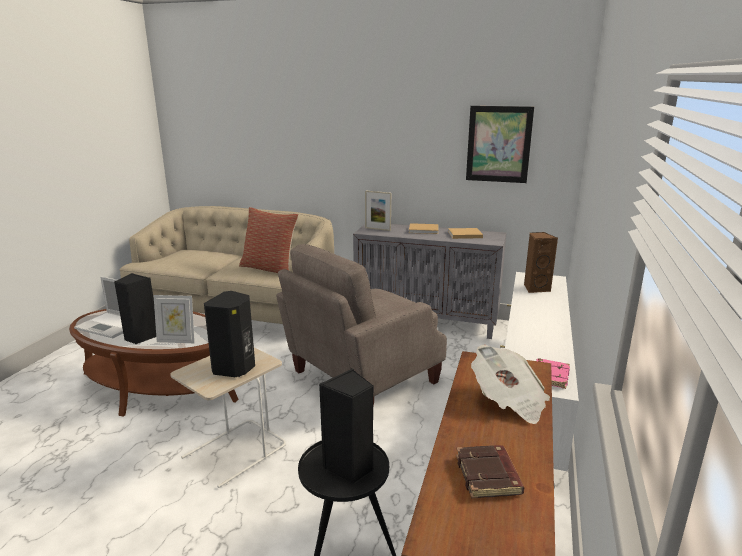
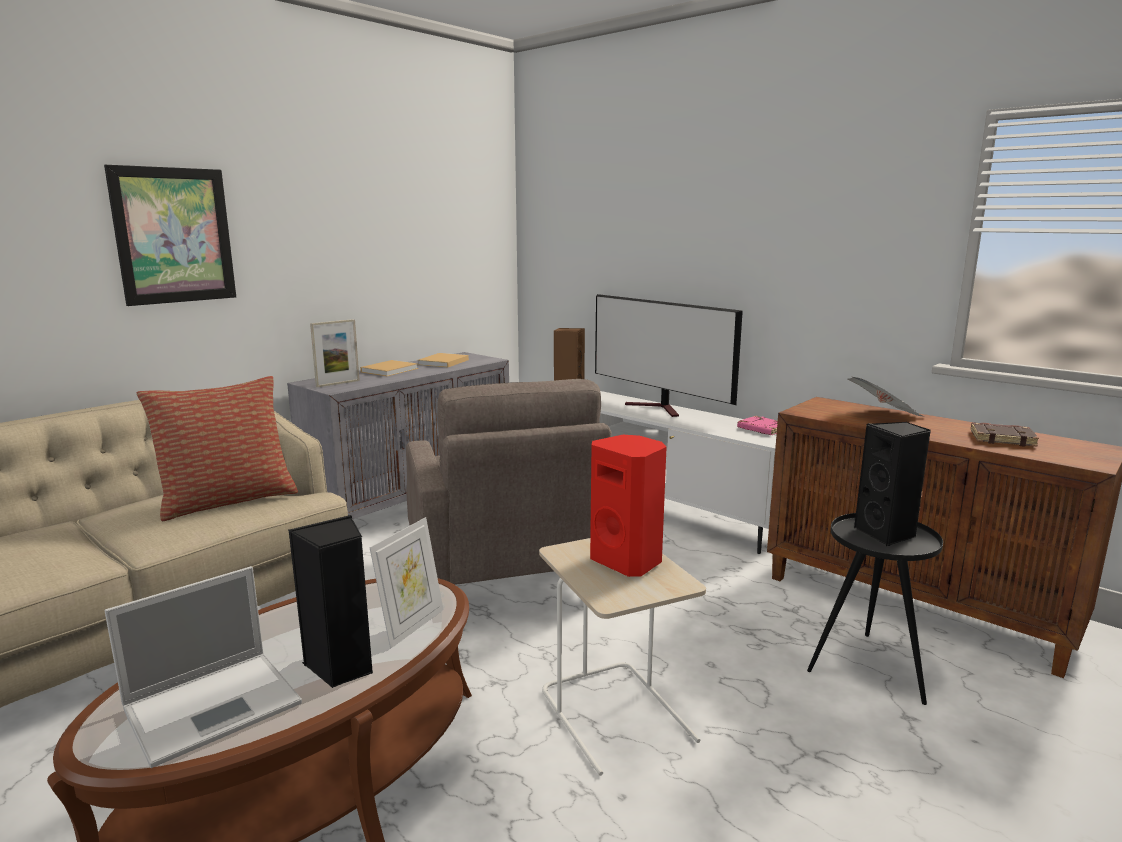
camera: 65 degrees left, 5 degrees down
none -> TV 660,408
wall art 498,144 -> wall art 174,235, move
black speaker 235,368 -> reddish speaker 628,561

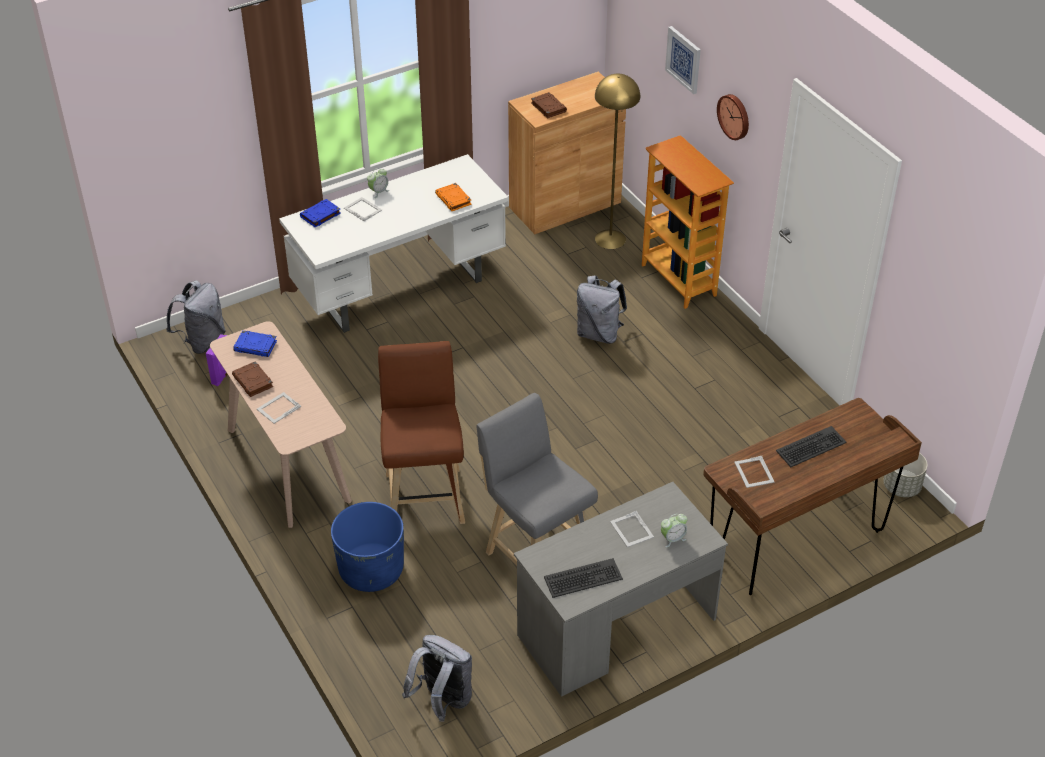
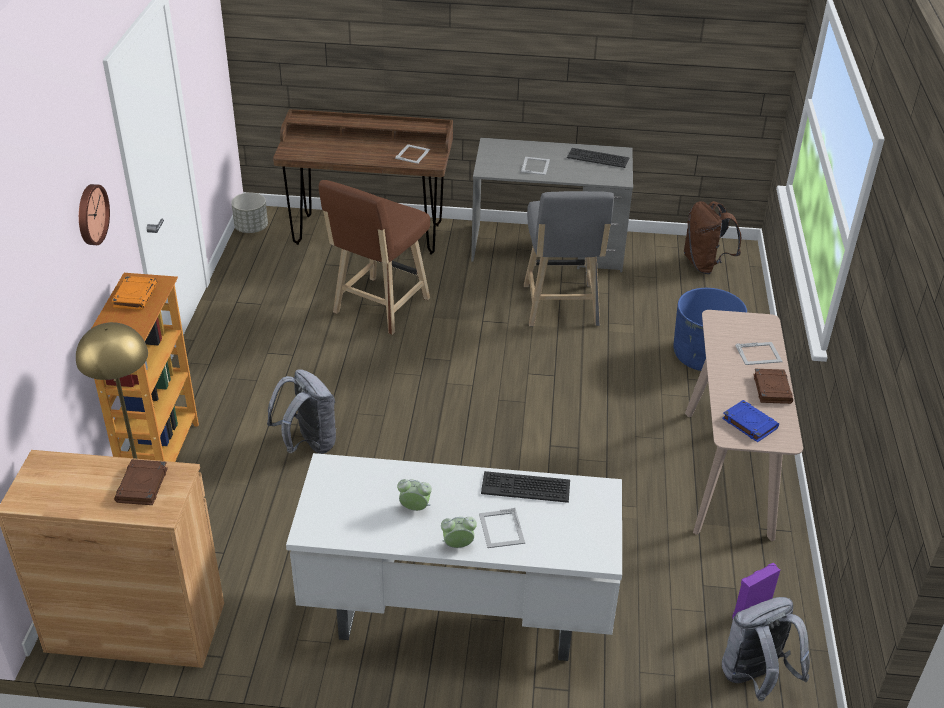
camera: 145 degrees left, 5 degrees down
blue-coloured book 320,215 -> none
wall art 684,59 -> none
brown stool 425,494 -> brown stool 378,308, move
orange-coloured book 453,199 -> orange-coloured book 135,295, move
bedside clock 672,539 -> bedside clock 414,508, move
computer keyboard 811,447 -> computer keyboard 525,487, move
gray backpack 442,701 -> brown backpack 705,264

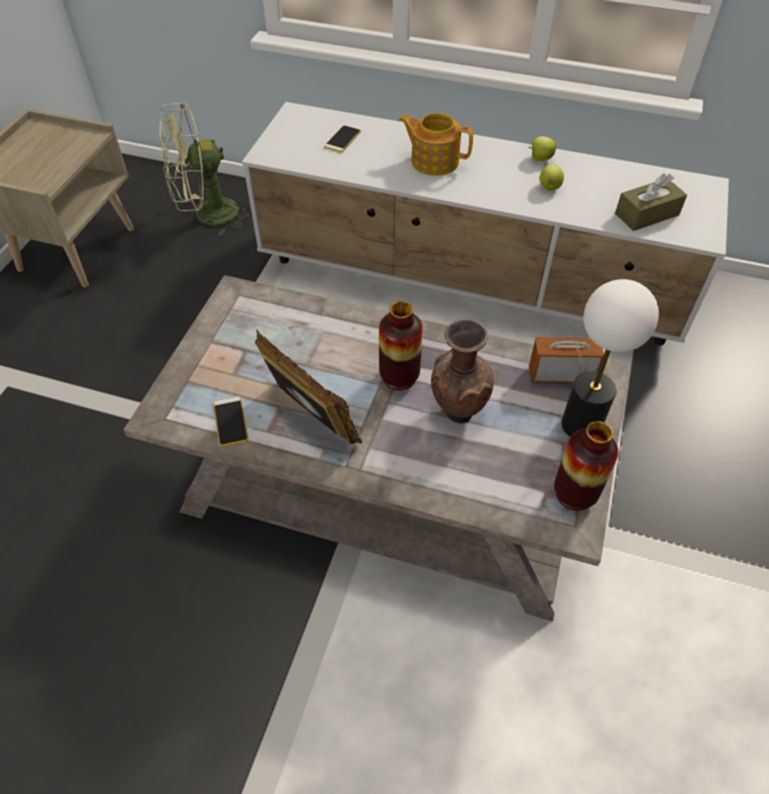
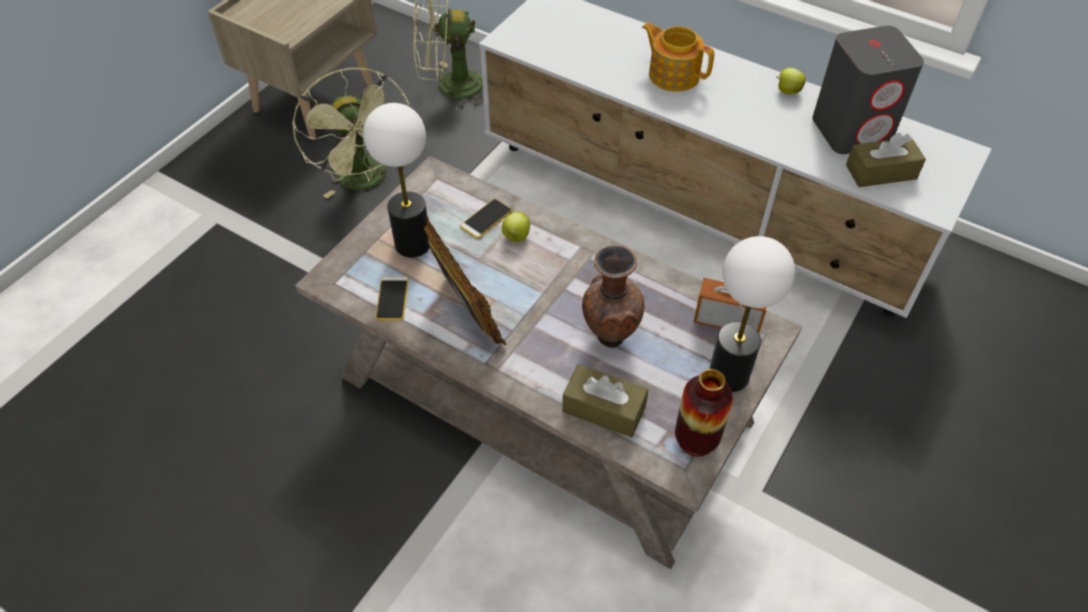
camera: 15 degrees right, 0 degrees up
vase 399,377 -> none
none -> green cooling fan 367,181
none -> lamp for a table 412,243
none -> brown tissue holder 604,409
none -> gray speaker 852,130
handset 342,139 -> handset 486,219, move
apple 549,188 -> apple 516,237, move

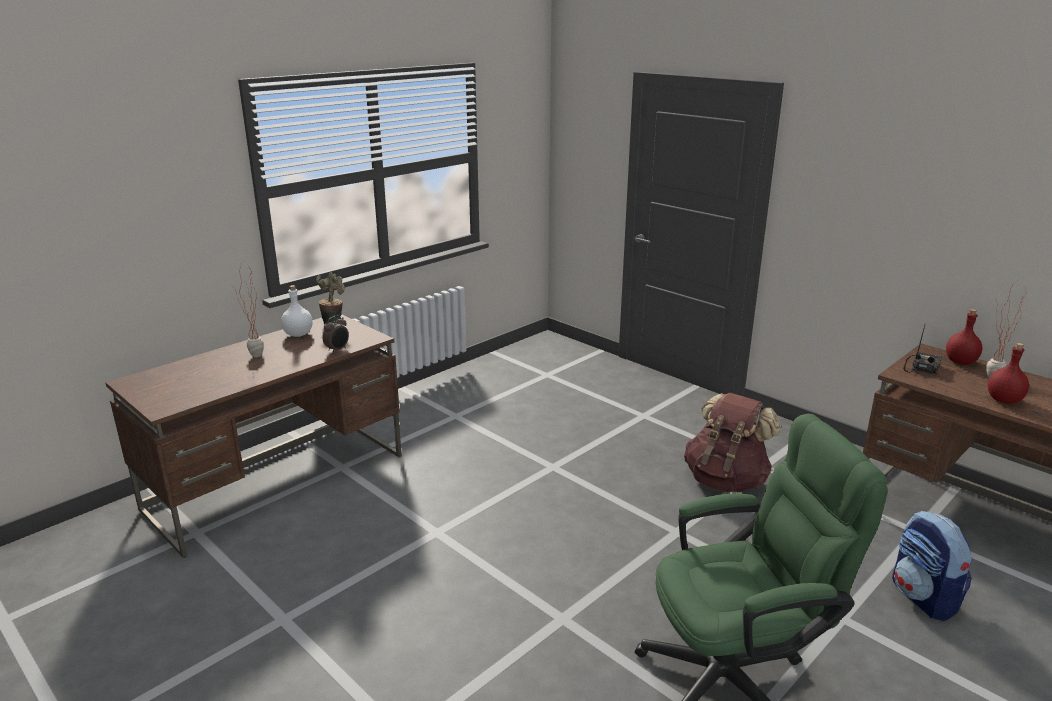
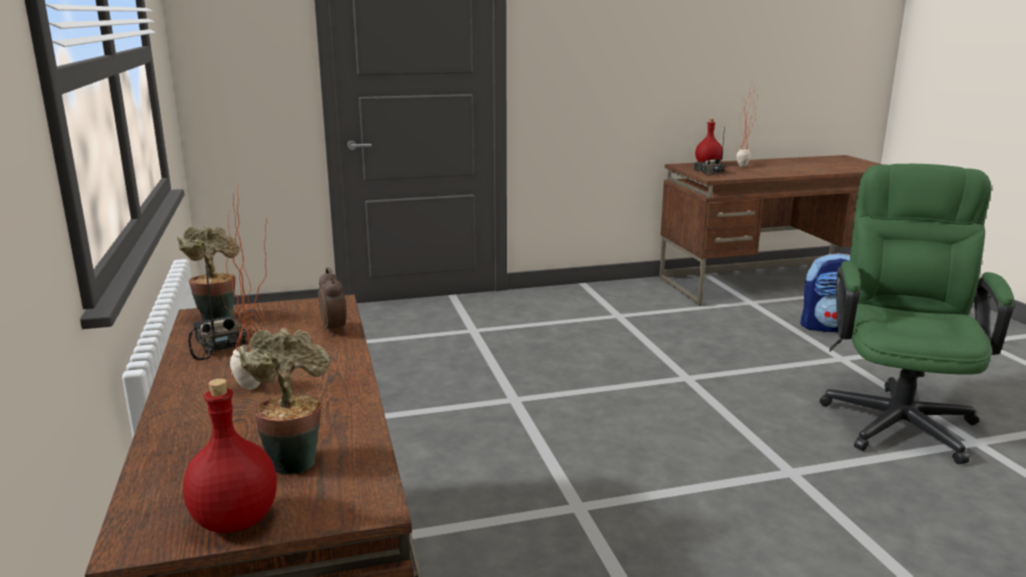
camera: 60 degrees left, 5 degrees down
brown backpack 726,480 -> none
none -> plant in a pot 293,460
reddish beverage bottle 1004,400 -> reddish beverage bottle 237,520, move
whitish beverage bottle 299,334 -> radio 216,345

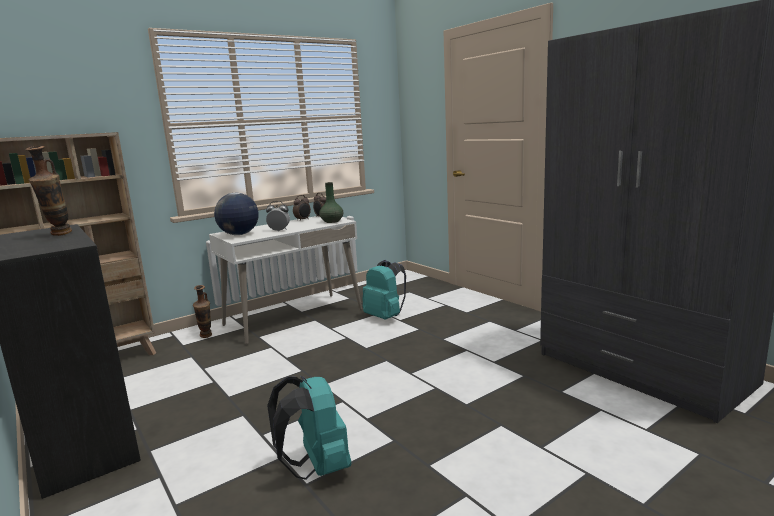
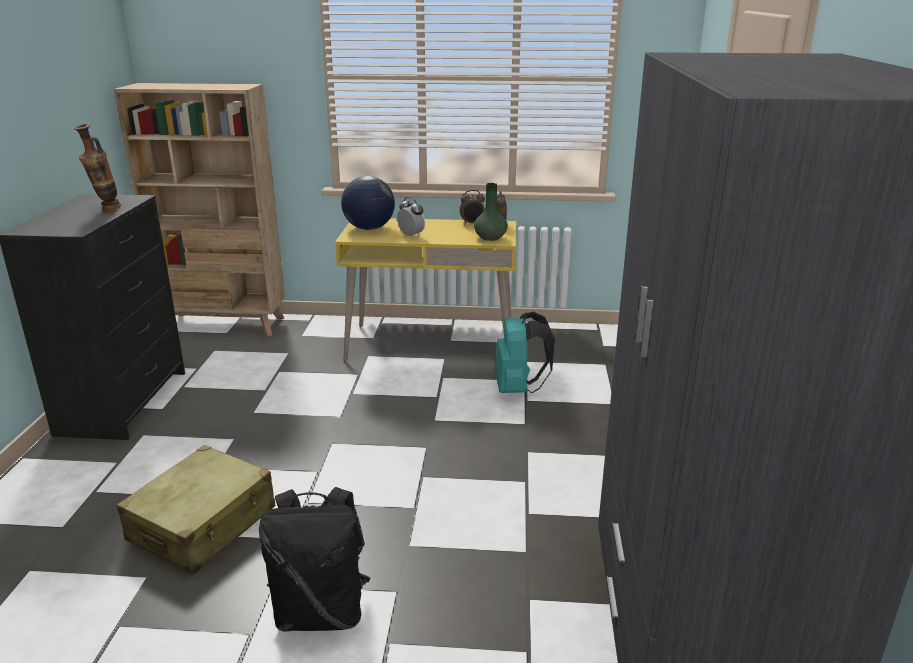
camera: 40 degrees right, 10 degrees up
vase 206,337 -> none
none -> black backpack 321,612
turquoise backpack 317,467 -> beige-coloured travel case 203,524
whitish desk unit 293,317 -> yellow desk unit 431,345

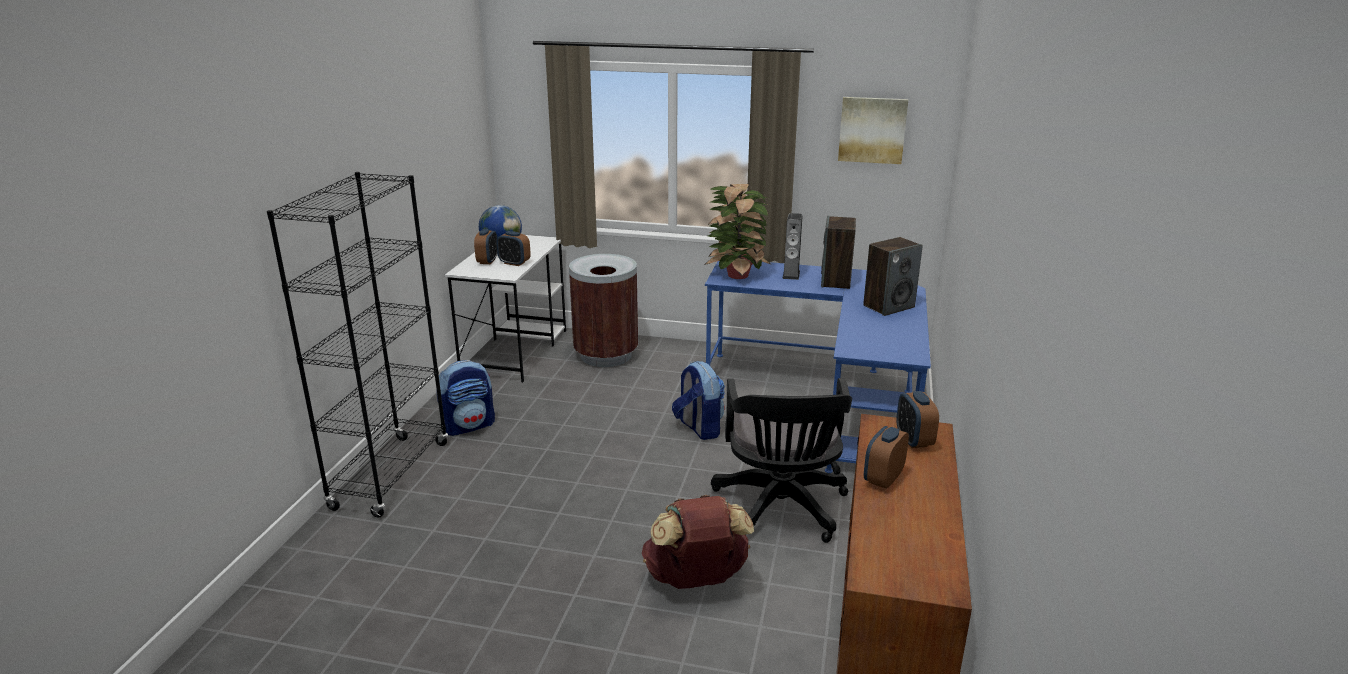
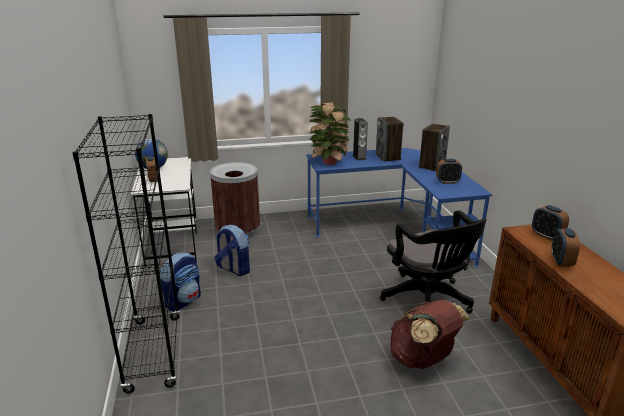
camera: 25 degrees left, 0 degrees up
wall art 872,130 -> none
bedside clock 514,263 -> bedside clock 447,182, move
backpack 699,428 -> backpack 233,269, move

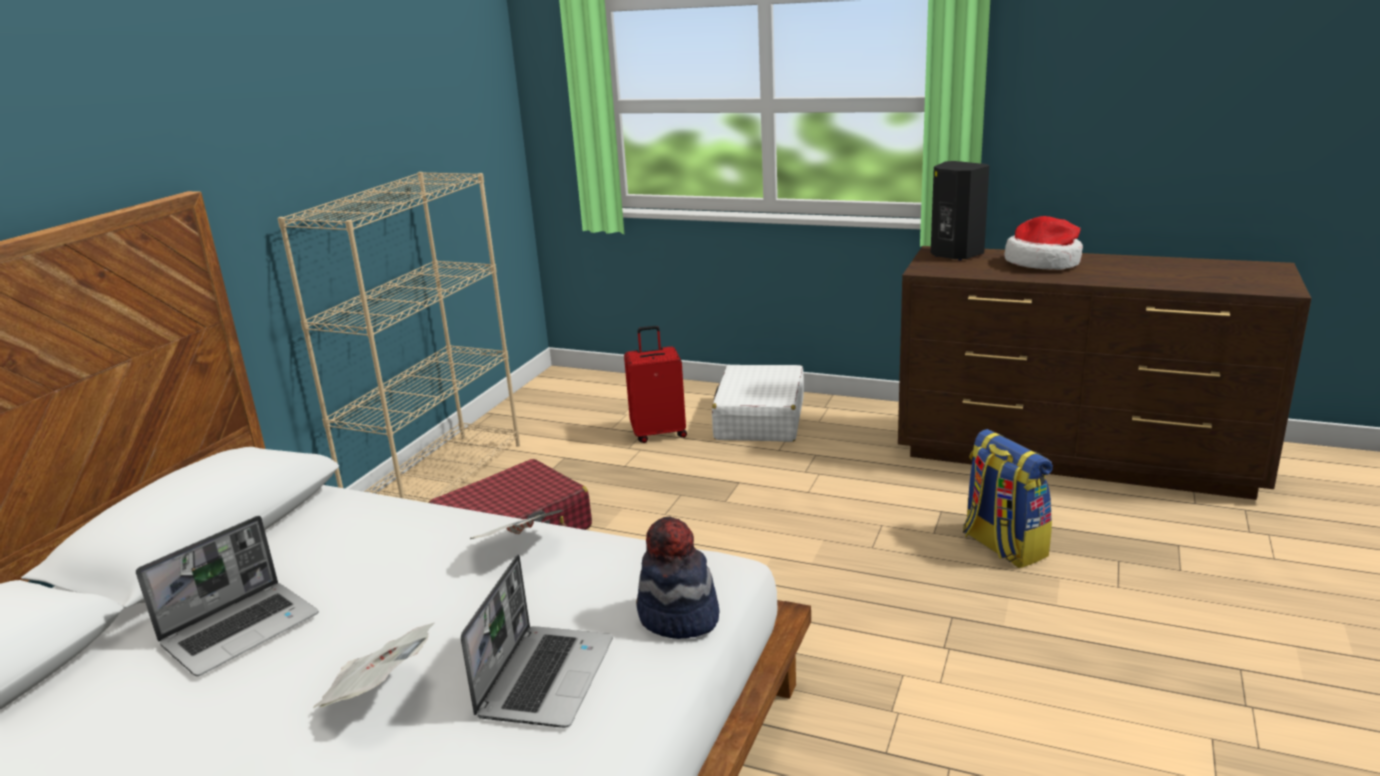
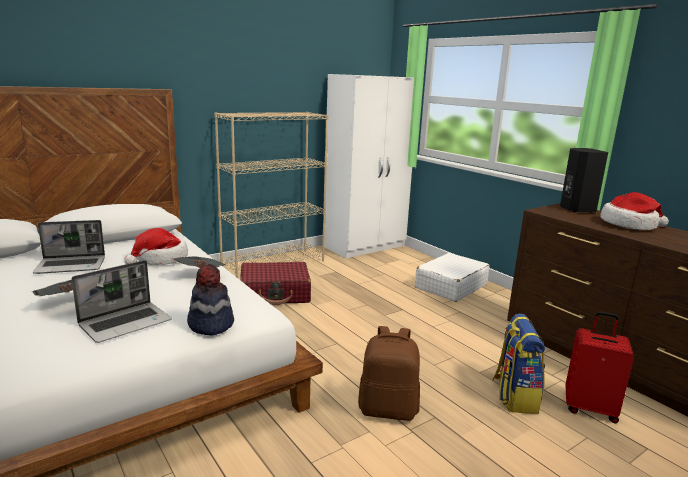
camera: 30 degrees right, 5 degrees down
none -> hat 160,259
none -> whitish clothes cupboard 365,246
none -> brown backpack 388,409
reddish travel case 659,433 -> reddish travel case 590,408, move

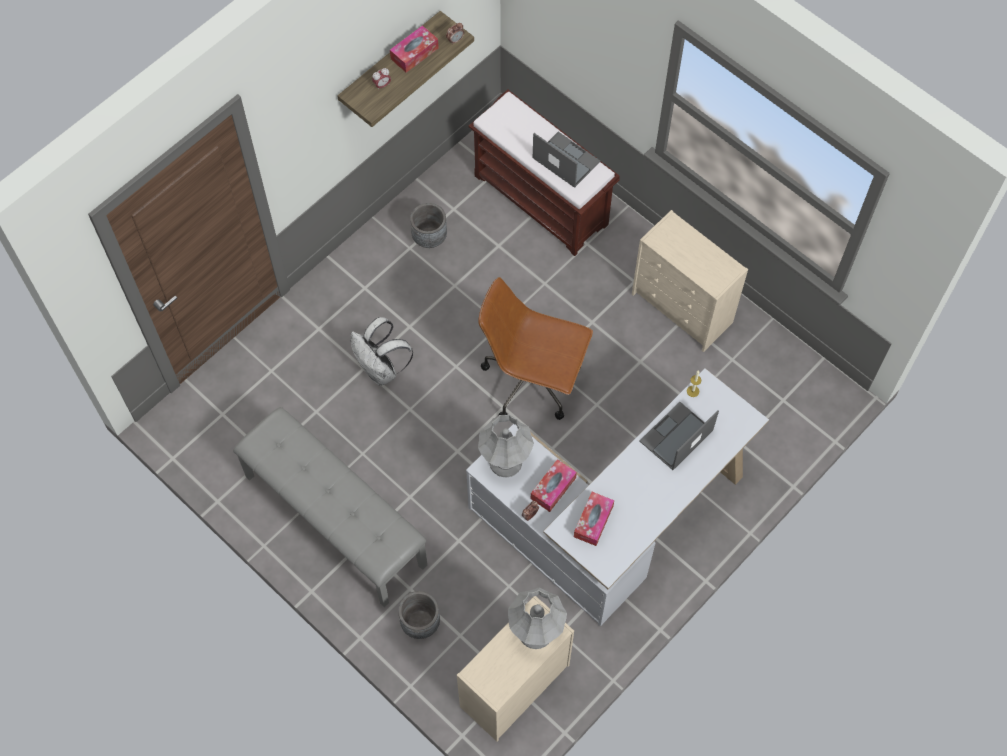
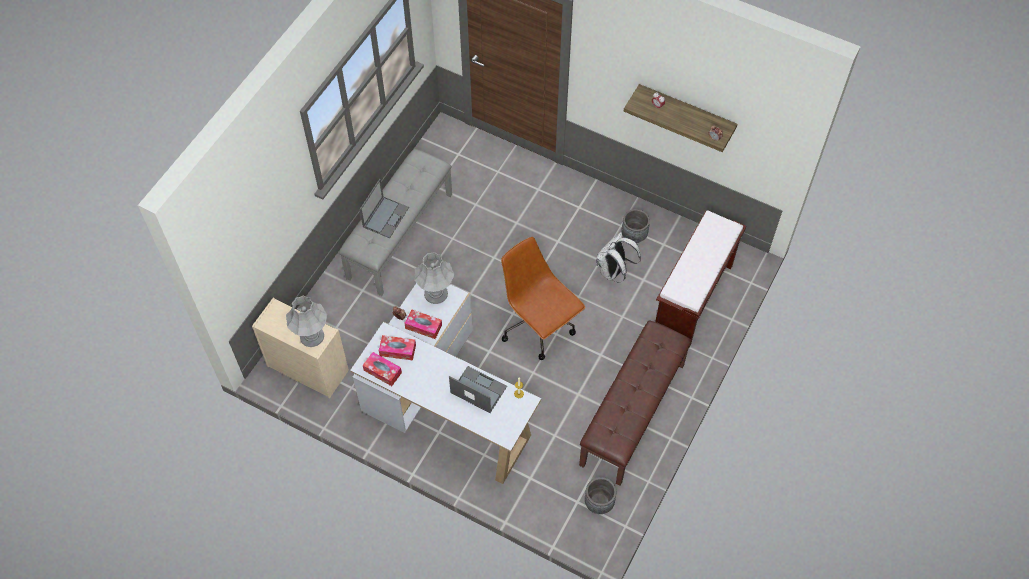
camera: 75 degrees right, 5 degrees down
whitish backpack 381,370 -> whitish backpack 613,272, move
tissue holder 414,53 -> tissue holder 382,371, move
gray plant pot 420,622 -> gray plant pot 599,502, move
notebook computer 565,159 -> notebook computer 386,217, move
beige-coloured dresser 683,309 -> brown long seat 633,414
brown computer chair 533,381 -> brown computer chair 539,327, 45 degrees counterclockwise

